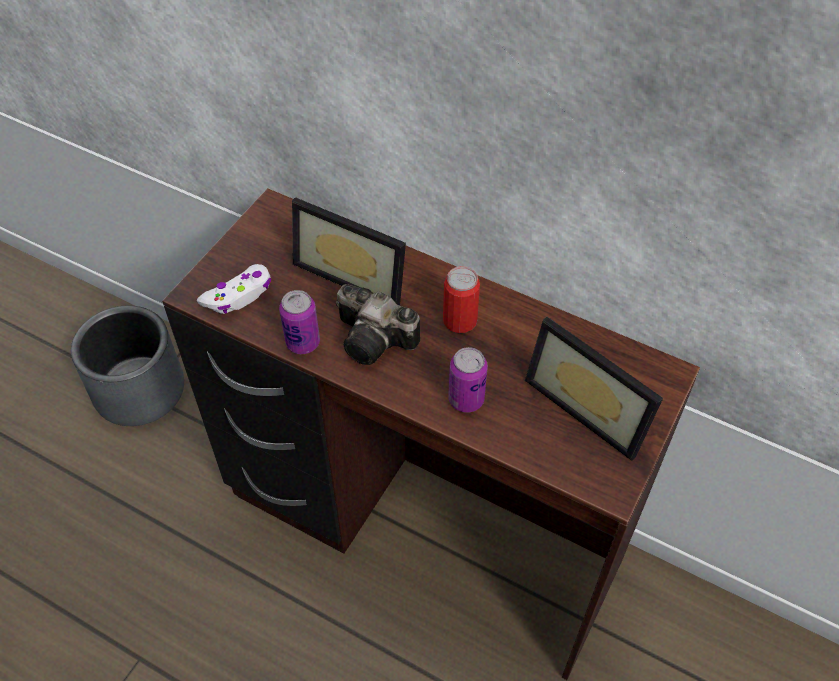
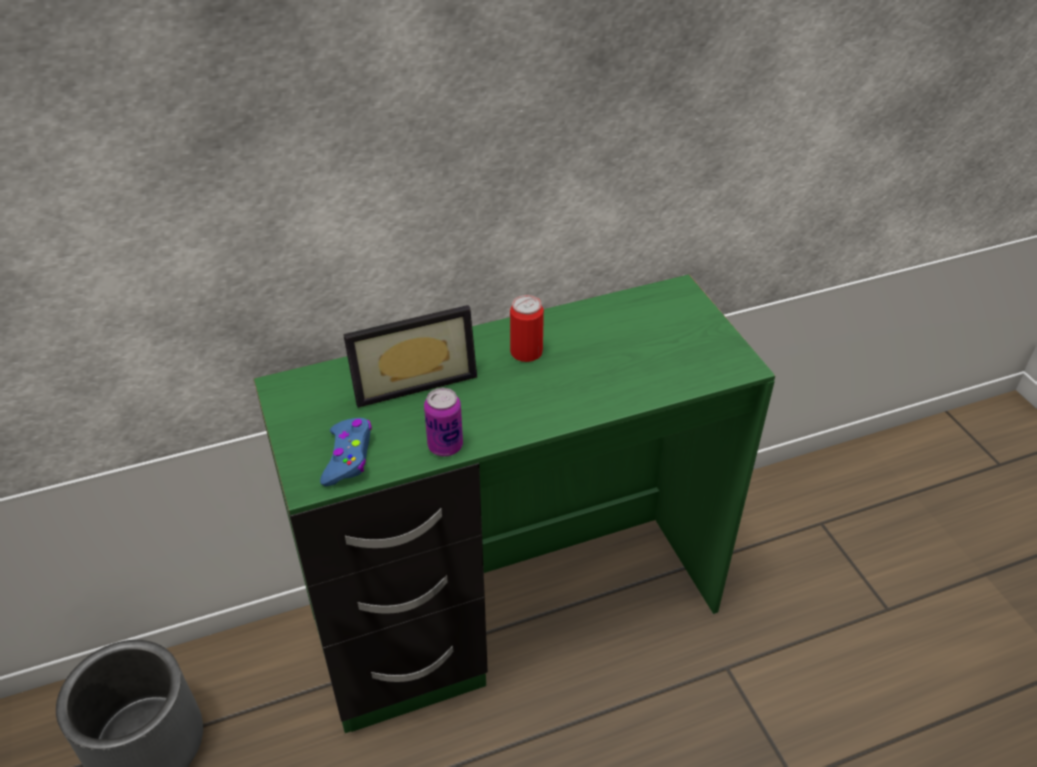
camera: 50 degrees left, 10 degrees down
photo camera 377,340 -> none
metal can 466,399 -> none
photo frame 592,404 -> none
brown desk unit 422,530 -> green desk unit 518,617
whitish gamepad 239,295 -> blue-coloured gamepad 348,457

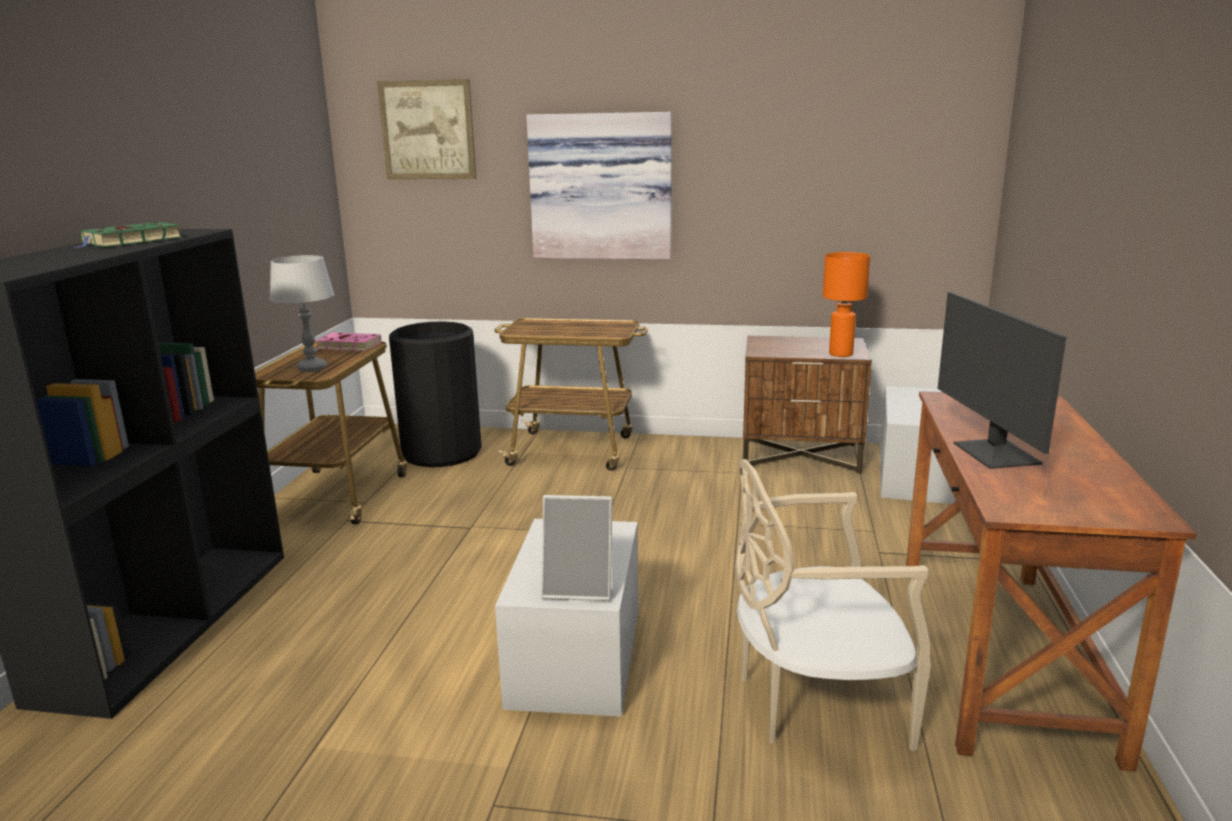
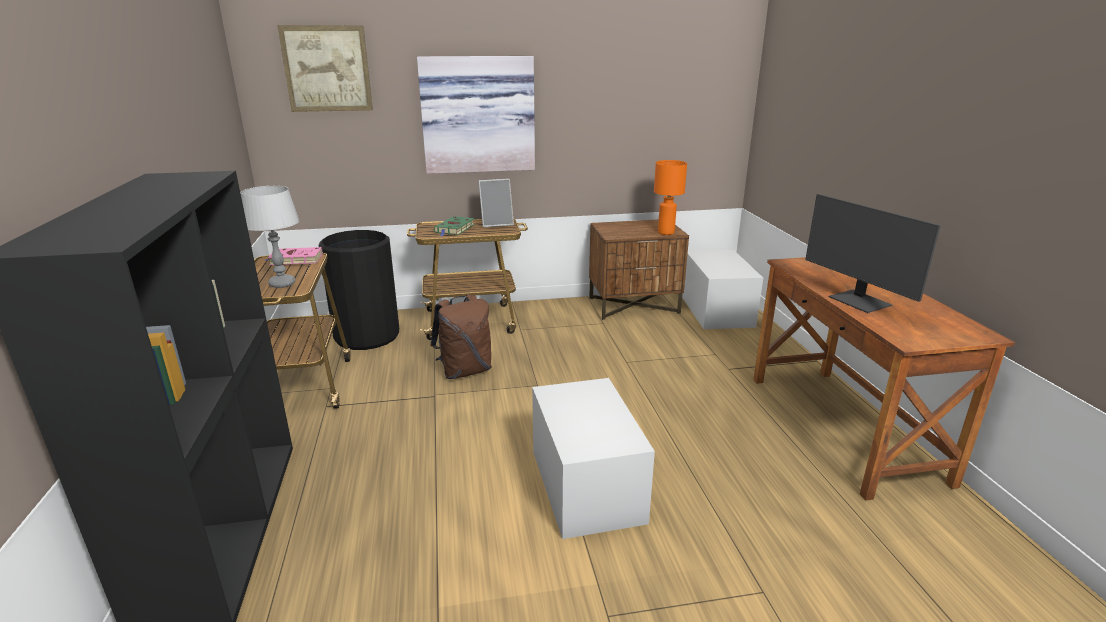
camera: 20 degrees left, 5 degrees up
beige-coloured plain chair 815,702 -> none
none -> brown backpack 465,371
green book 130,241 -> green book 454,229, move
photo frame 579,588 -> photo frame 497,223, move

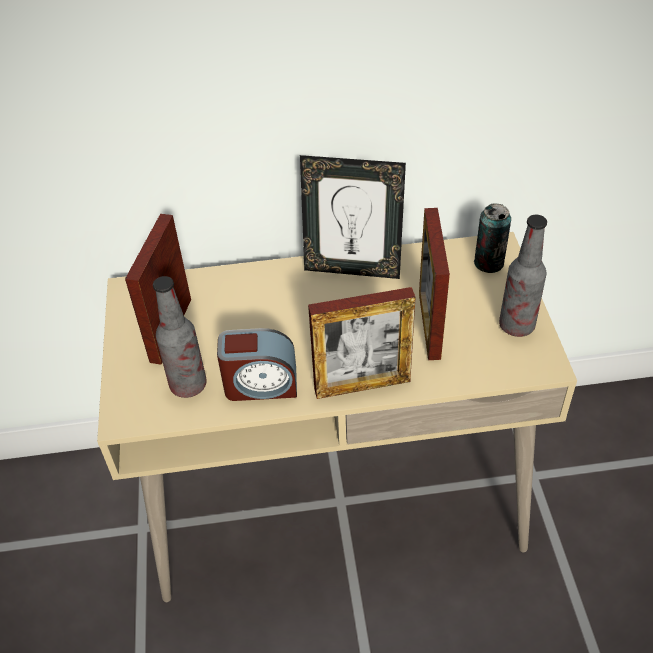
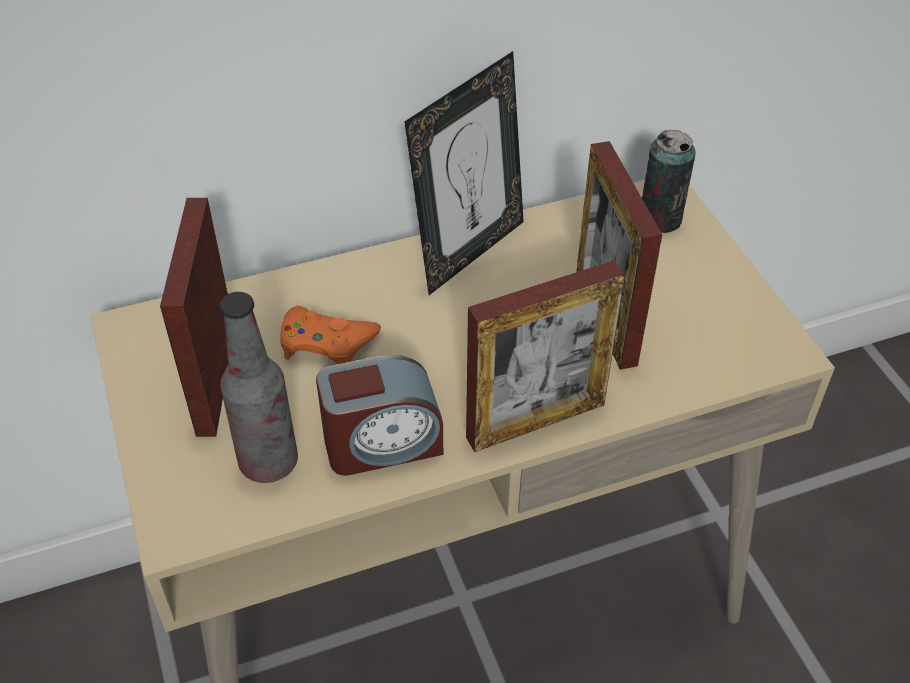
camera: 15 degrees left, 0 degrees up
beverage bottle 516,326 -> none
none -> orange-coloured gamepad 326,343
photo frame 352,269 -> photo frame 468,252, 45 degrees counterclockwise

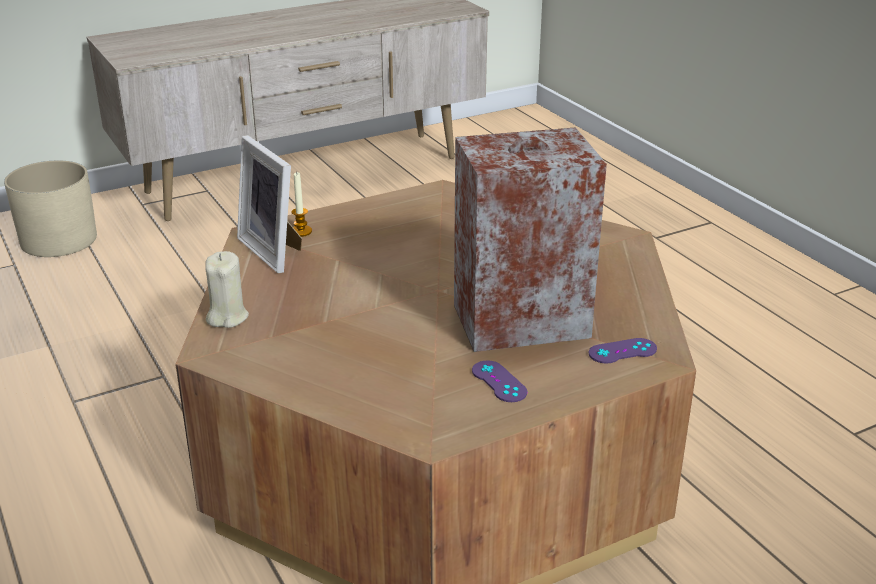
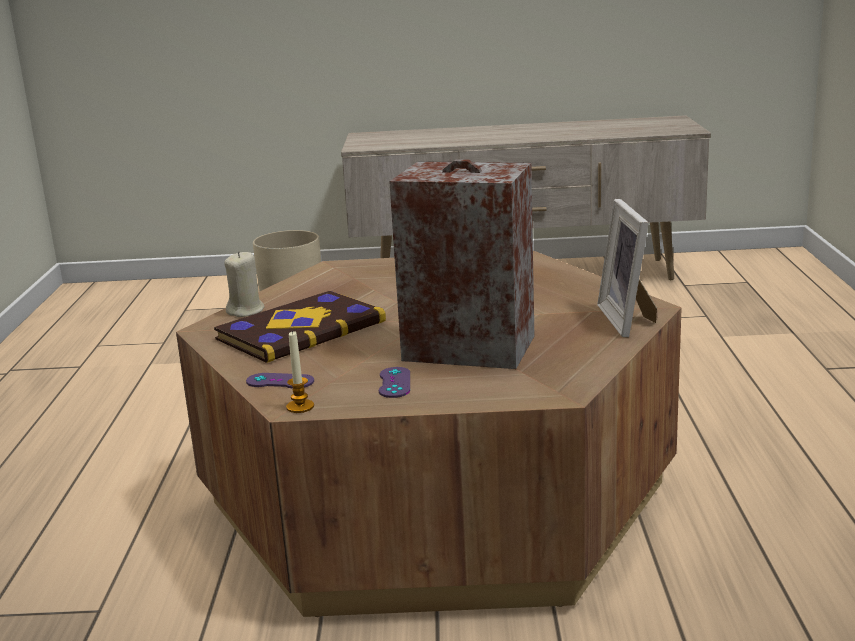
camera: 30 degrees right, 10 degrees down
none -> book 300,330
photo frame 275,251 -> photo frame 629,319, move
candle 301,231 -> candle 300,407, move
purple gamepad 622,351 -> purple gamepad 280,381, move

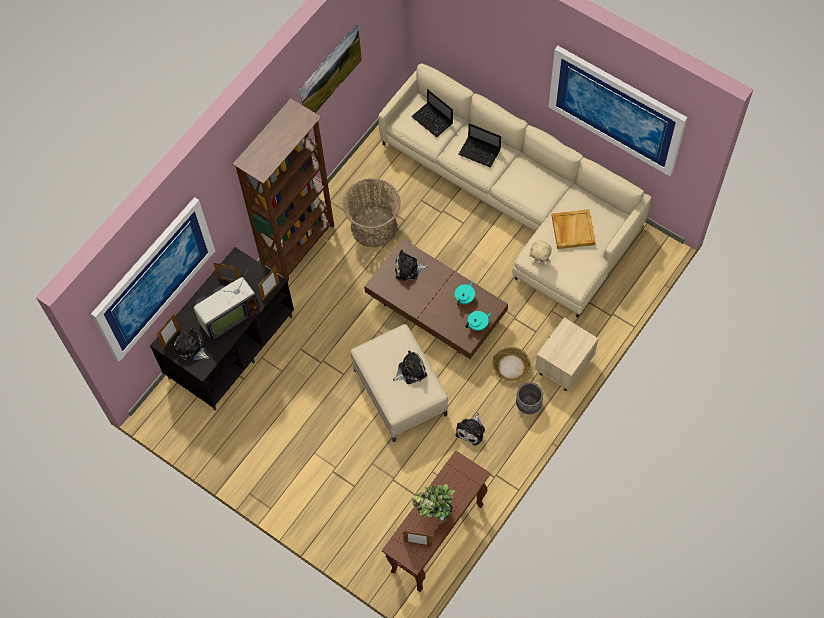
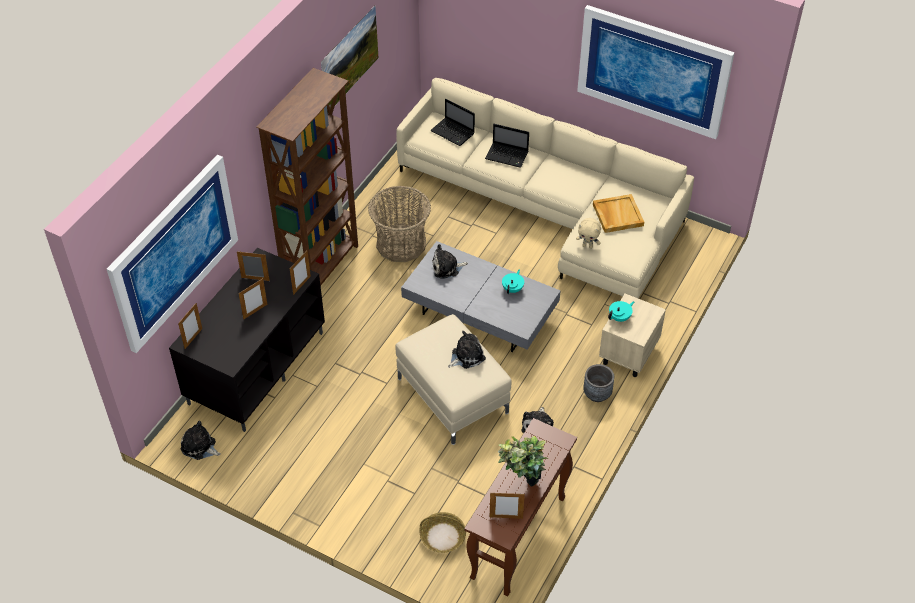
camera: 10 degrees left, 15 degrees down
soft toy 191,349 -> soft toy 200,447, move
turquoise pot for tea 478,324 -> turquoise pot for tea 620,317, move
household basket 510,367 -> household basket 442,537, move
TV 227,315 -> photo frame 255,311
brown low table 436,310 -> gray low table 480,313

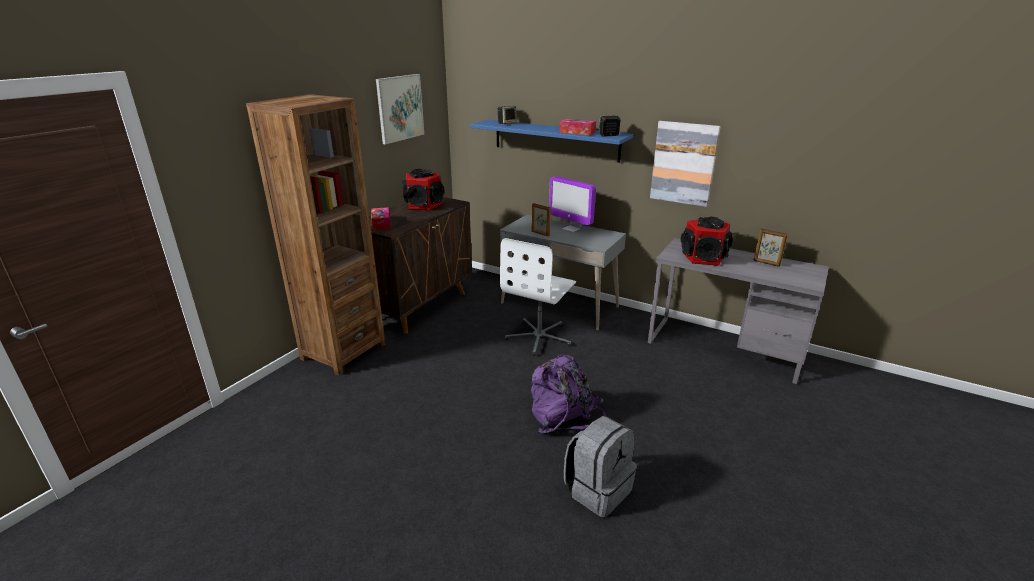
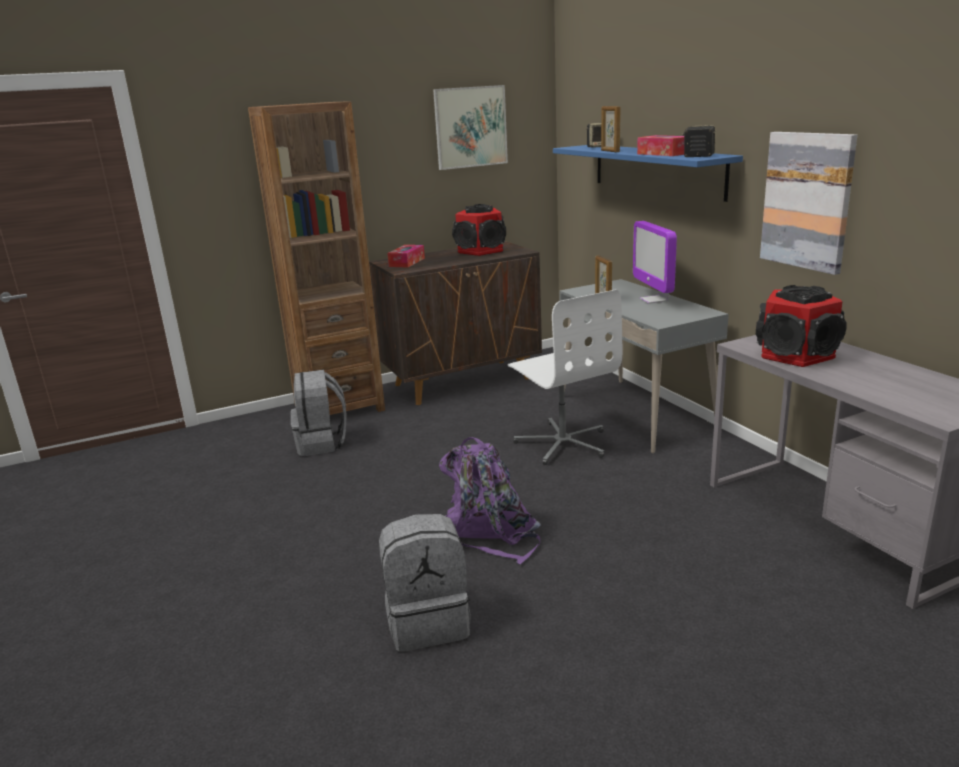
camera: 35 degrees right, 5 degrees down
none -> gray backpack 322,443
photo frame 766,263 -> photo frame 610,151, move
whitish computer chair 539,337 -> whitish computer chair 563,443, 90 degrees counterclockwise

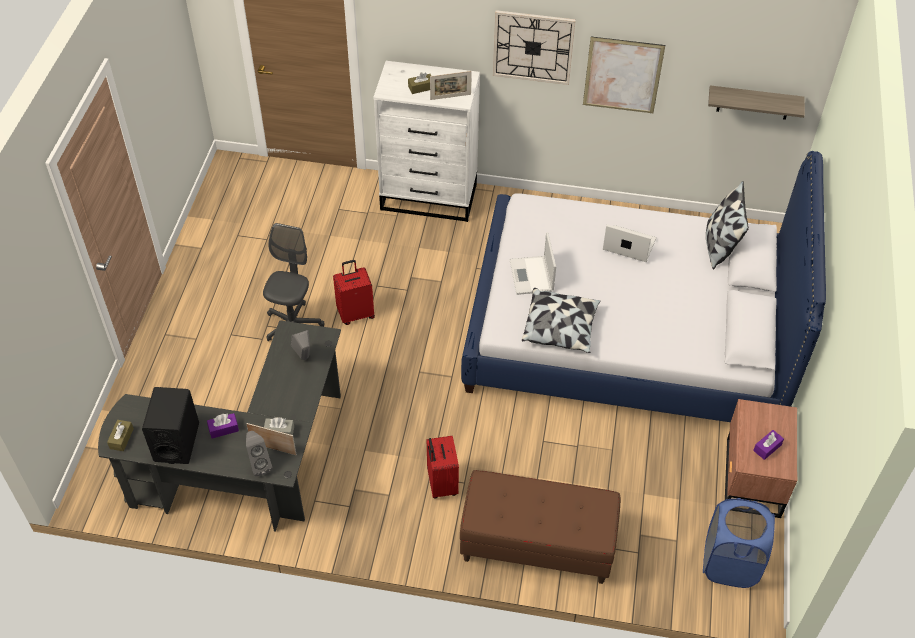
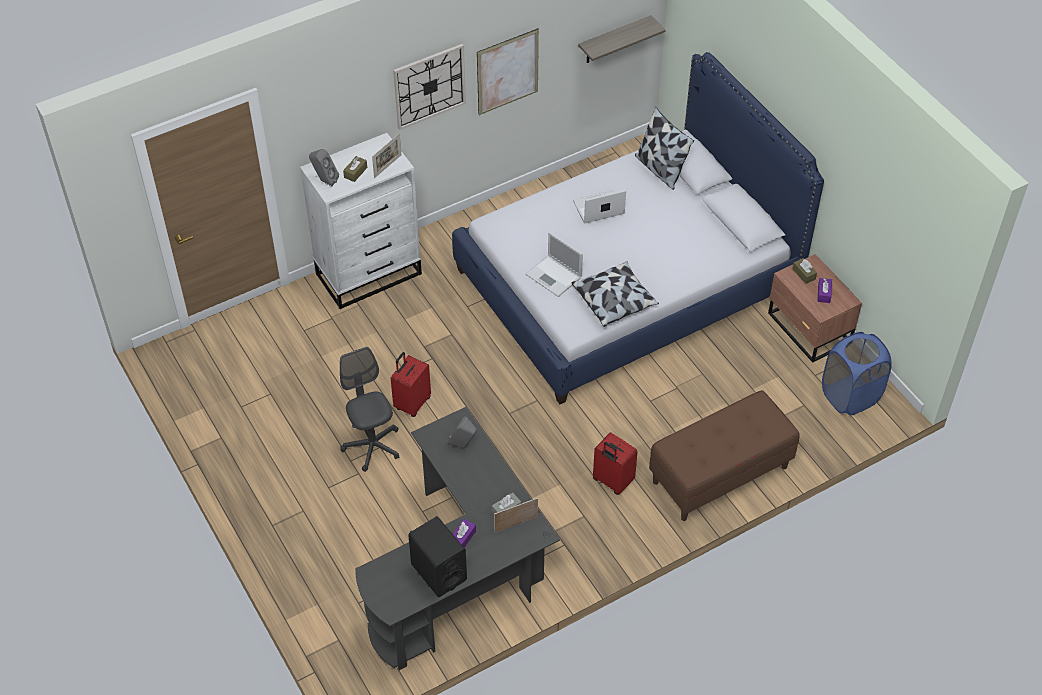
camera: 40 degrees left, 0 degrees up
brown tissue holder 121,438 -> brown tissue holder 803,274, move
gray speaker 259,464 -> gray speaker 324,181, move

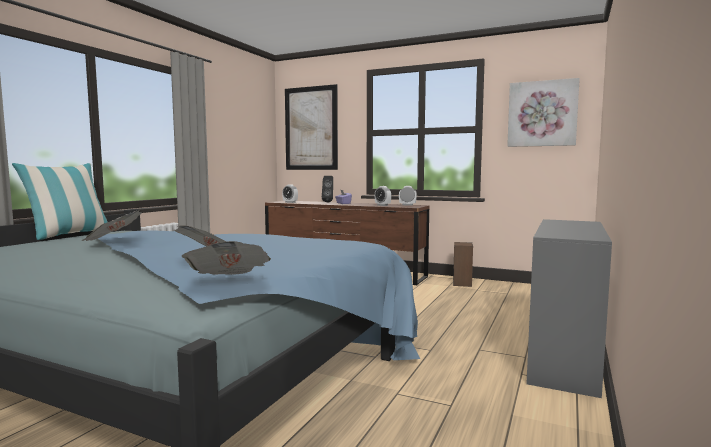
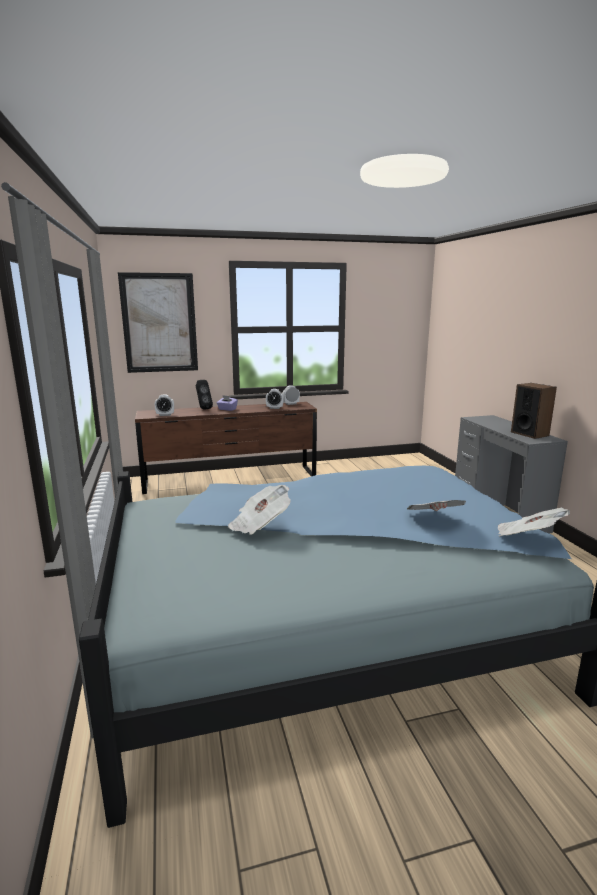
camera: 40 degrees left, 10 degrees up
throw pillow 69,235 -> none
wall art 542,114 -> none
speaker 462,283 -> speaker 529,434, move

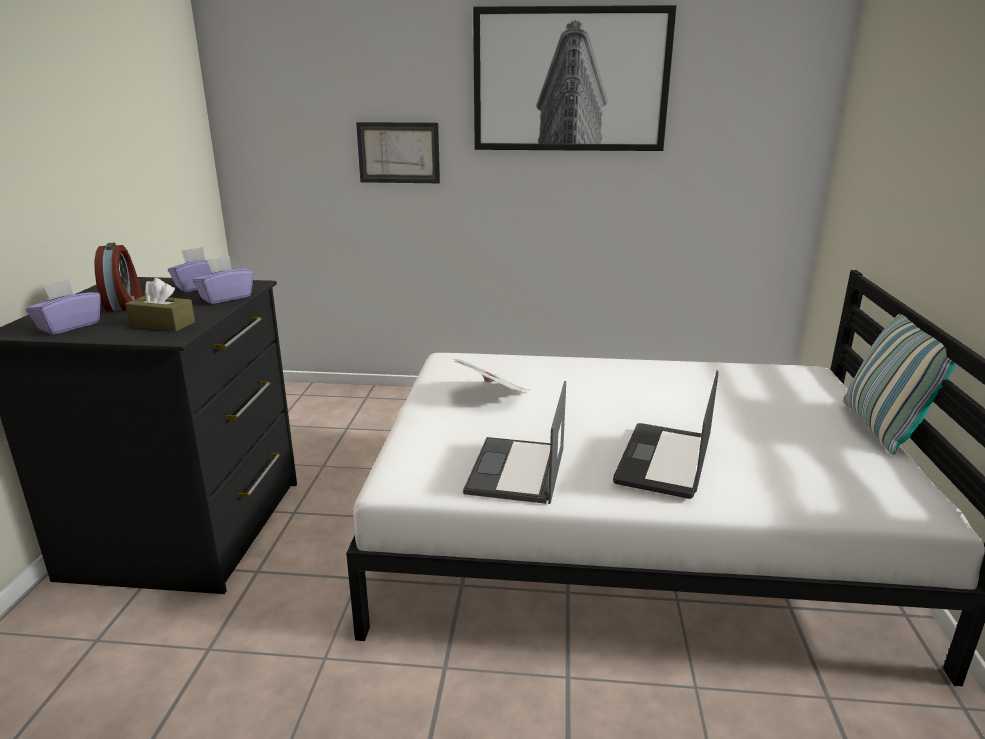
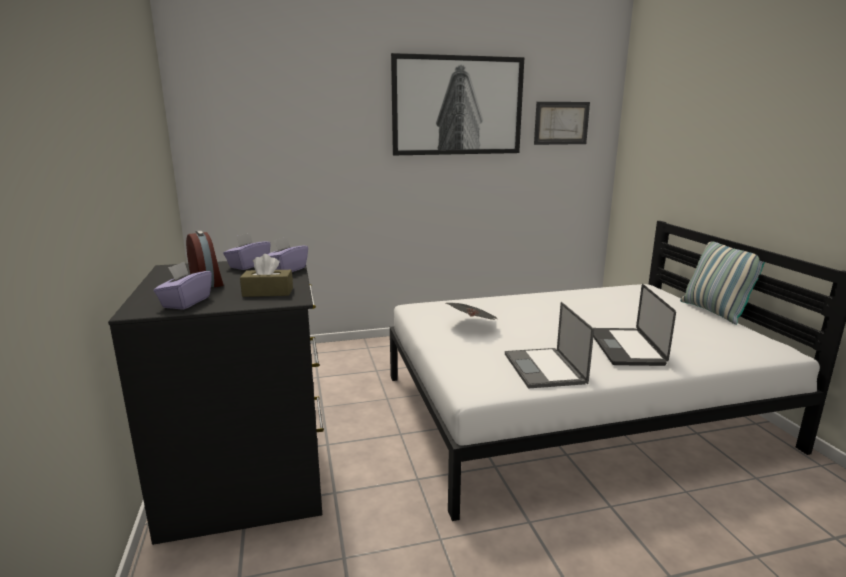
camera: 20 degrees left, 5 degrees down
wall art 398,152 -> wall art 561,123, move

